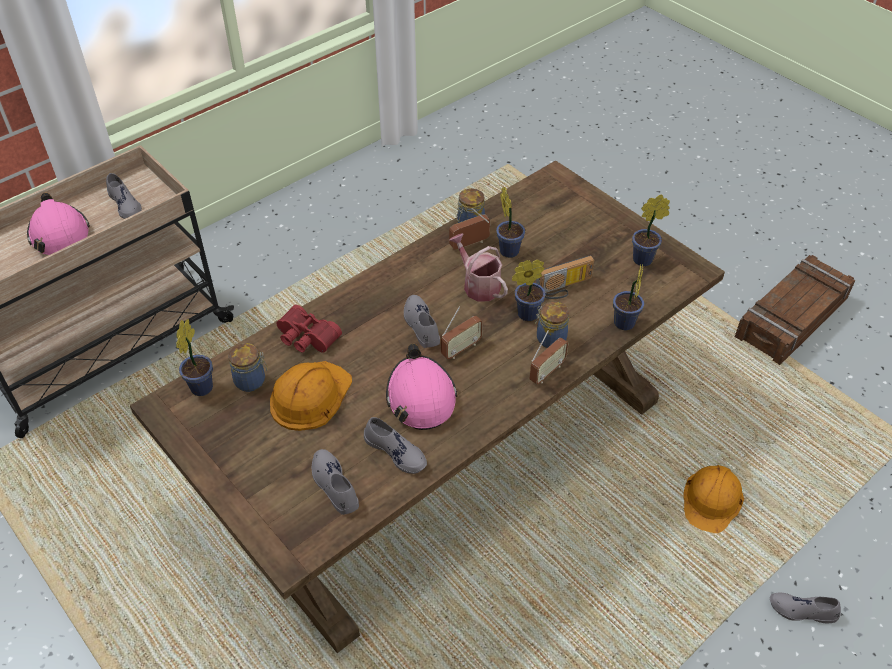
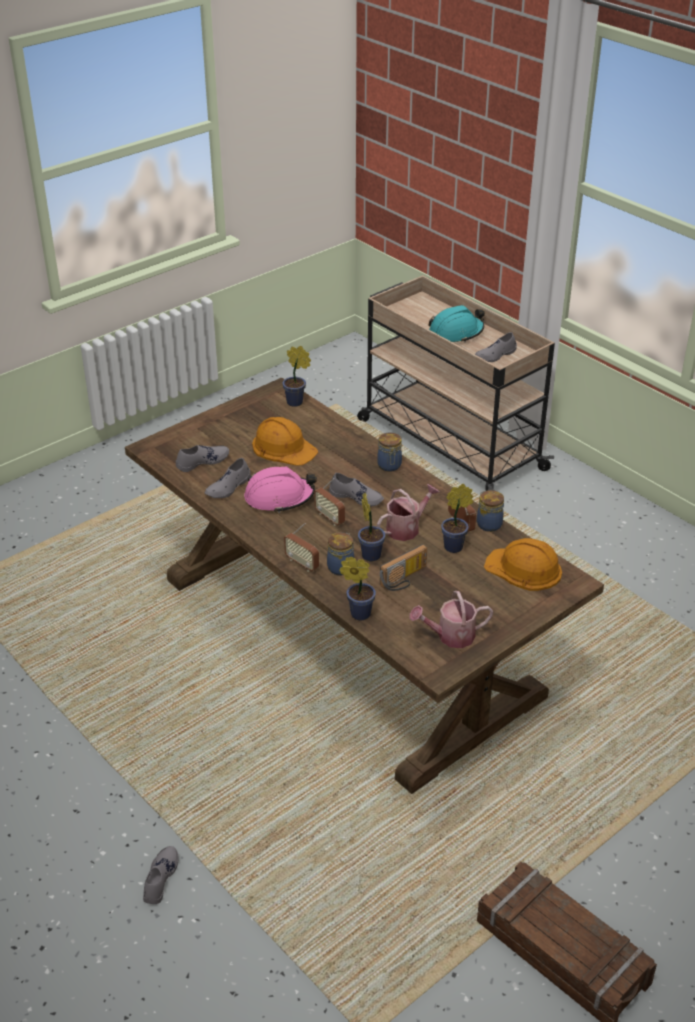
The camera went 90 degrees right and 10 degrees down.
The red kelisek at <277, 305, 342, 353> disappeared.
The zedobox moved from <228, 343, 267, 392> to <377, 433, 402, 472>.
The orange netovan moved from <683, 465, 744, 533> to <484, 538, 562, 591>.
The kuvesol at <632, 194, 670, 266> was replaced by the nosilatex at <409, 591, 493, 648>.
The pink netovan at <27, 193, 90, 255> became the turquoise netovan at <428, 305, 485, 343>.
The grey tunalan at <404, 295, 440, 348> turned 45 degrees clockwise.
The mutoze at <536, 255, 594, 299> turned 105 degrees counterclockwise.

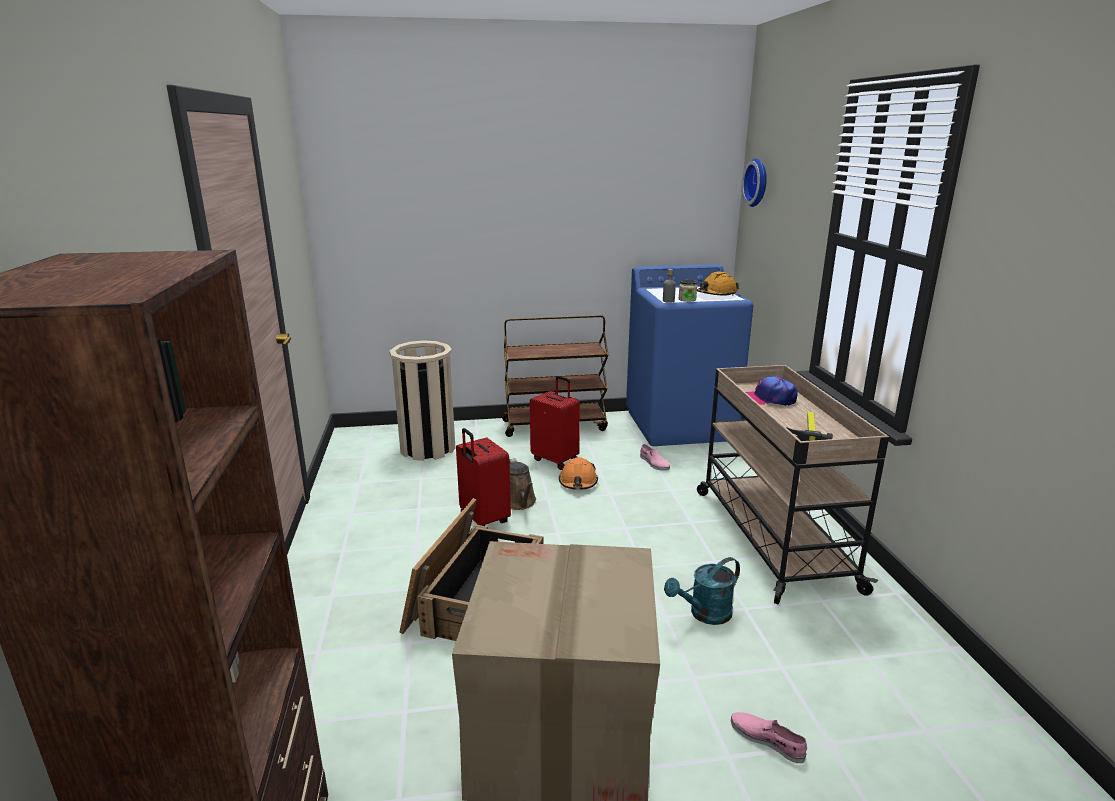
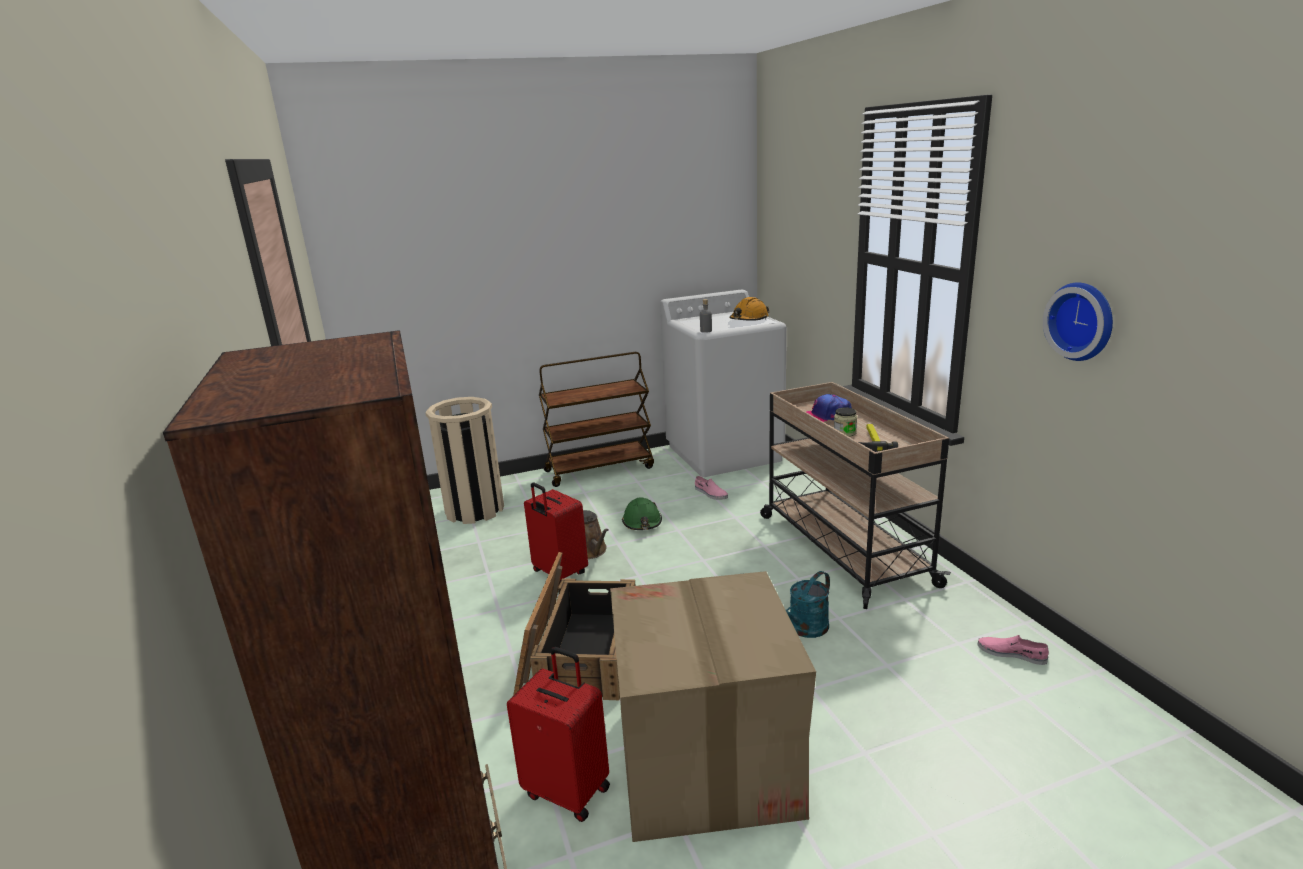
The camera went 10 degrees left and 0 degrees up.
The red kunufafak moved from <530, 376, 580, 470> to <507, 647, 610, 822>.
The zedobox moved from <678, 280, 697, 302> to <834, 407, 857, 437>.
The pink tunalan moved from <731, 712, 807, 763> to <978, 635, 1049, 665>.
The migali moved from <742, 158, 767, 207> to <1043, 282, 1113, 361>.
The orange netovan at <559, 457, 598, 490> became the green netovan at <622, 497, 662, 530>.
The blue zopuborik at <626, 264, 754, 446> became the white zopuborik at <660, 289, 787, 477>.

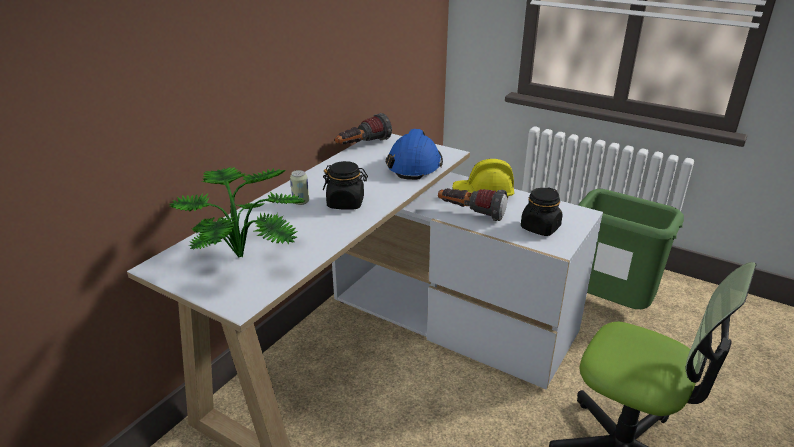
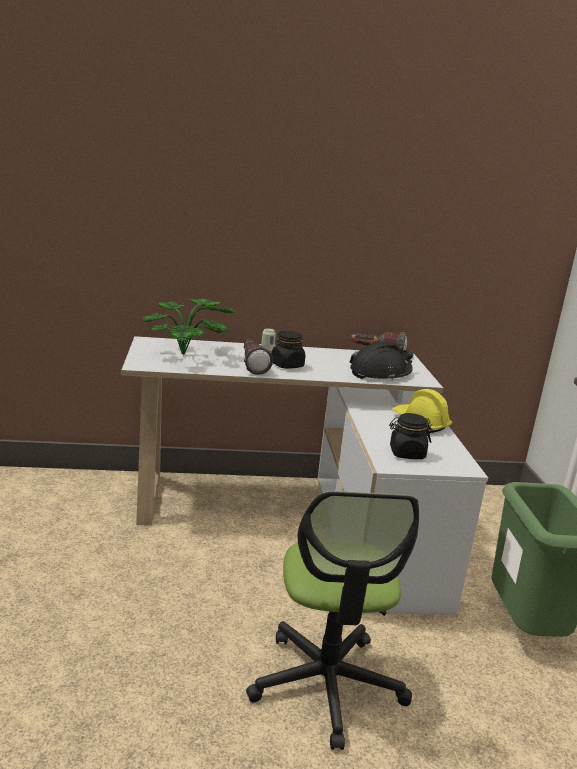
The camera went 50 degrees right and 10 degrees down.
The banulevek moved from <438, 188, 507, 221> to <244, 340, 273, 375>.
The blue netovan at <386, 129, 443, 180> became the black netovan at <350, 342, 413, 381>.

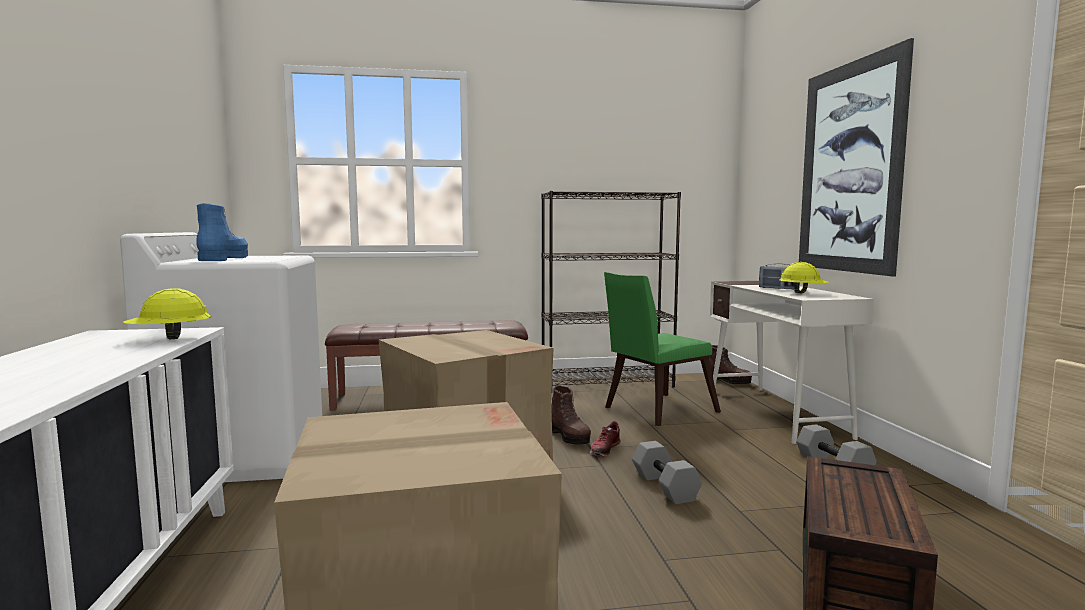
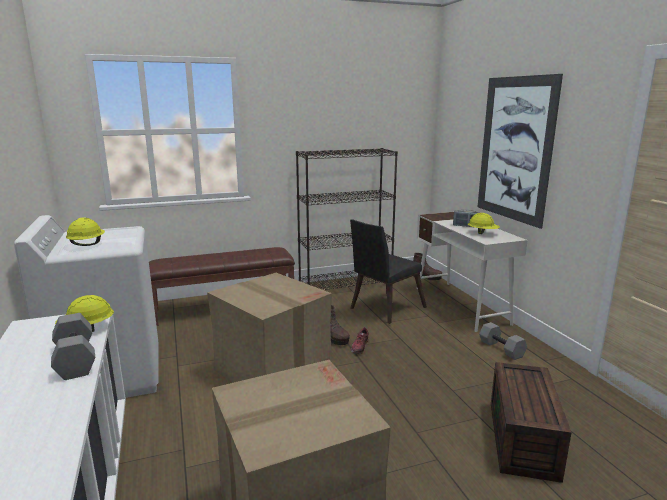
The camera went 10 degrees left and 10 degrees up.
The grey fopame moved from <632, 441, 702, 504> to <51, 313, 95, 380>.
The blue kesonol at <196, 203, 248, 261> was replaced by the yellow netovan at <66, 217, 105, 246>.
The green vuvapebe at <604, 272, 721, 426> became the black vuvapebe at <350, 219, 427, 324>.

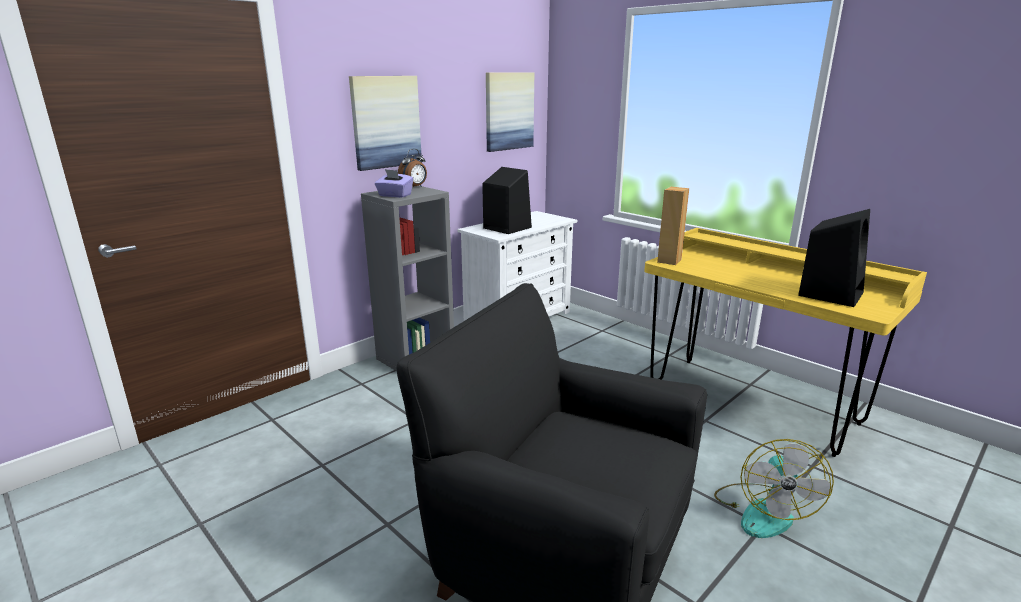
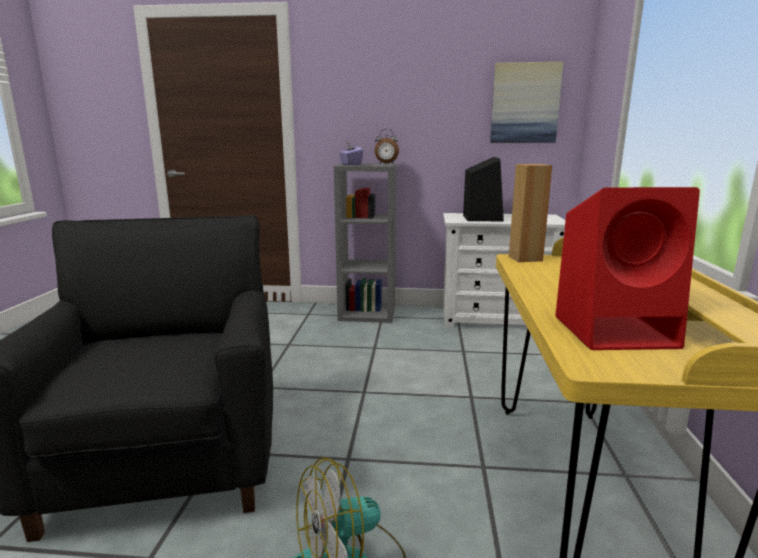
The camera went 50 degrees right and 5 degrees down.
The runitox at <349, 76, 422, 171> disappeared.
The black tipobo at <798, 209, 870, 307> became the red tipobo at <555, 187, 700, 350>.

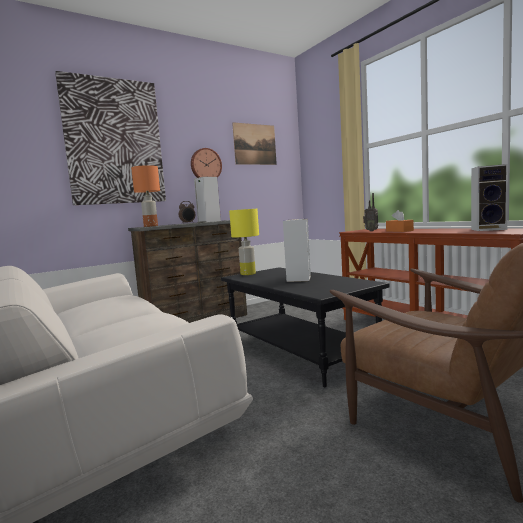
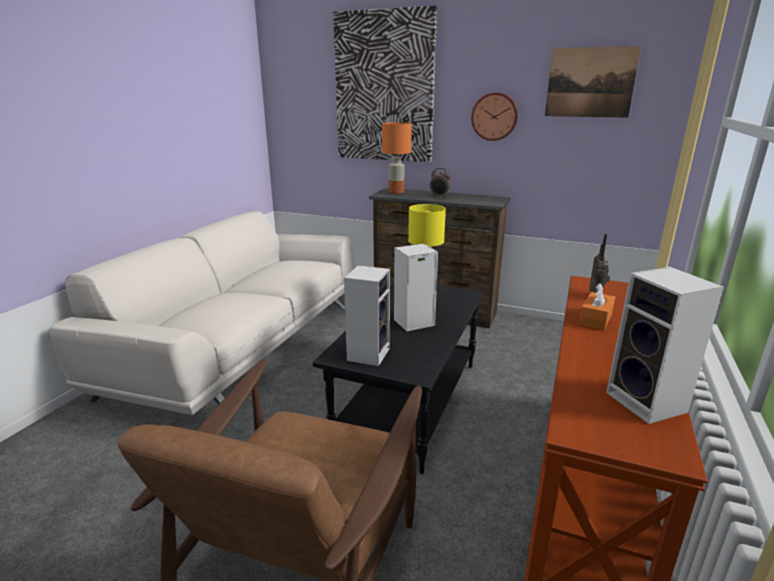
The camera went 55 degrees right and 15 degrees up.
The tipobo moved from <194, 177, 221, 222> to <344, 265, 390, 366>.

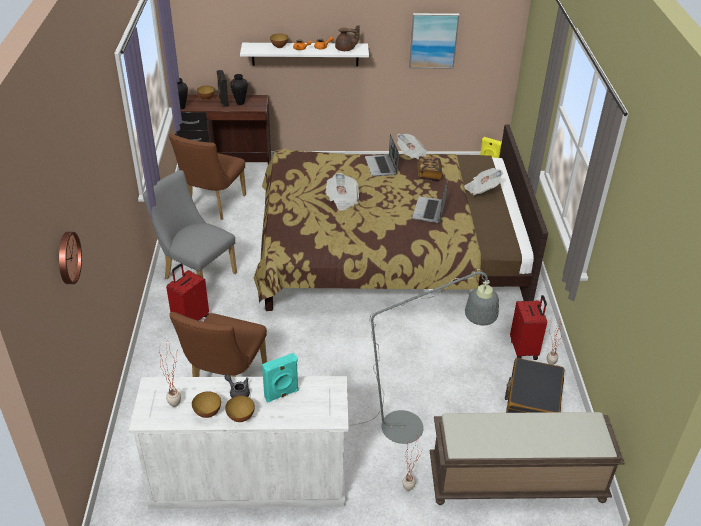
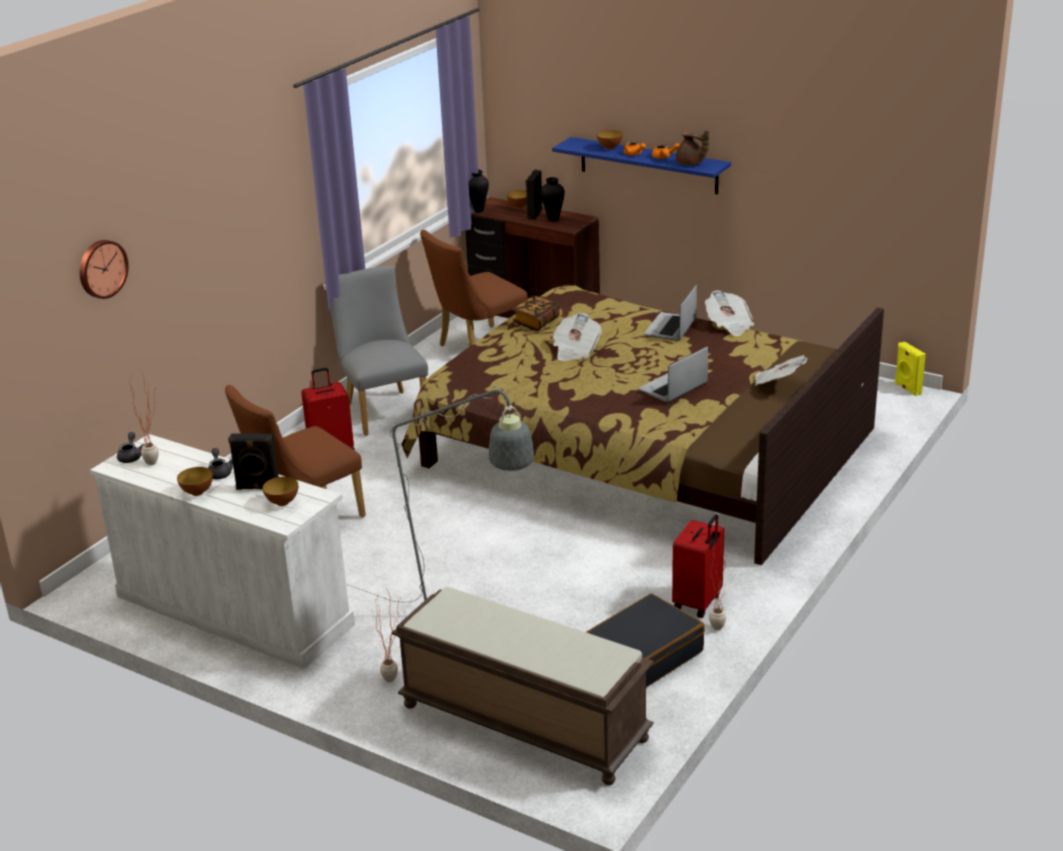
The camera went 35 degrees right and 10 degrees down.
The runitox at <409, 13, 459, 69> disappeared.
The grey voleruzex at <117, 432, 144, 463> appeared.
The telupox moved from <192, 391, 221, 418> to <262, 477, 298, 506>.
The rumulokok moved from <417, 156, 443, 181> to <513, 296, 560, 331>.
The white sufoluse at <240, 43, 369, 66> became the blue sufoluse at <552, 137, 731, 194>.
The turquoise tipobo at <262, 353, 299, 403> became the black tipobo at <228, 433, 279, 490>.

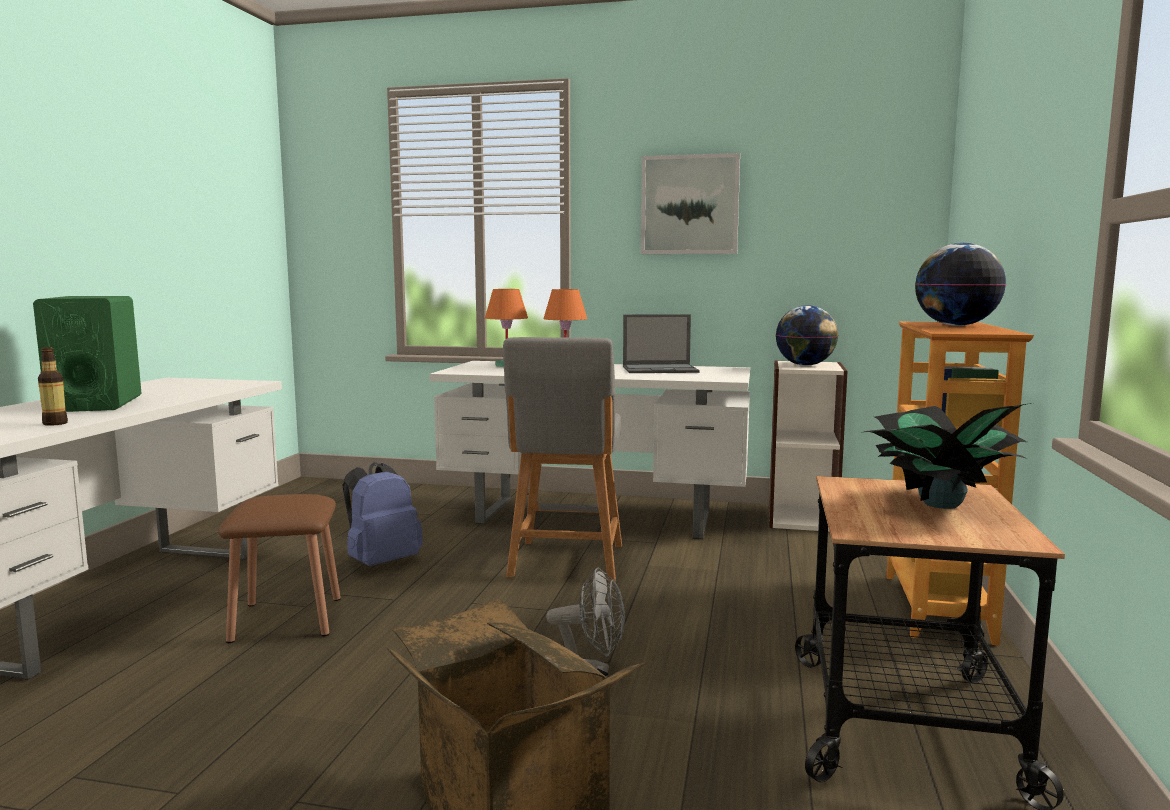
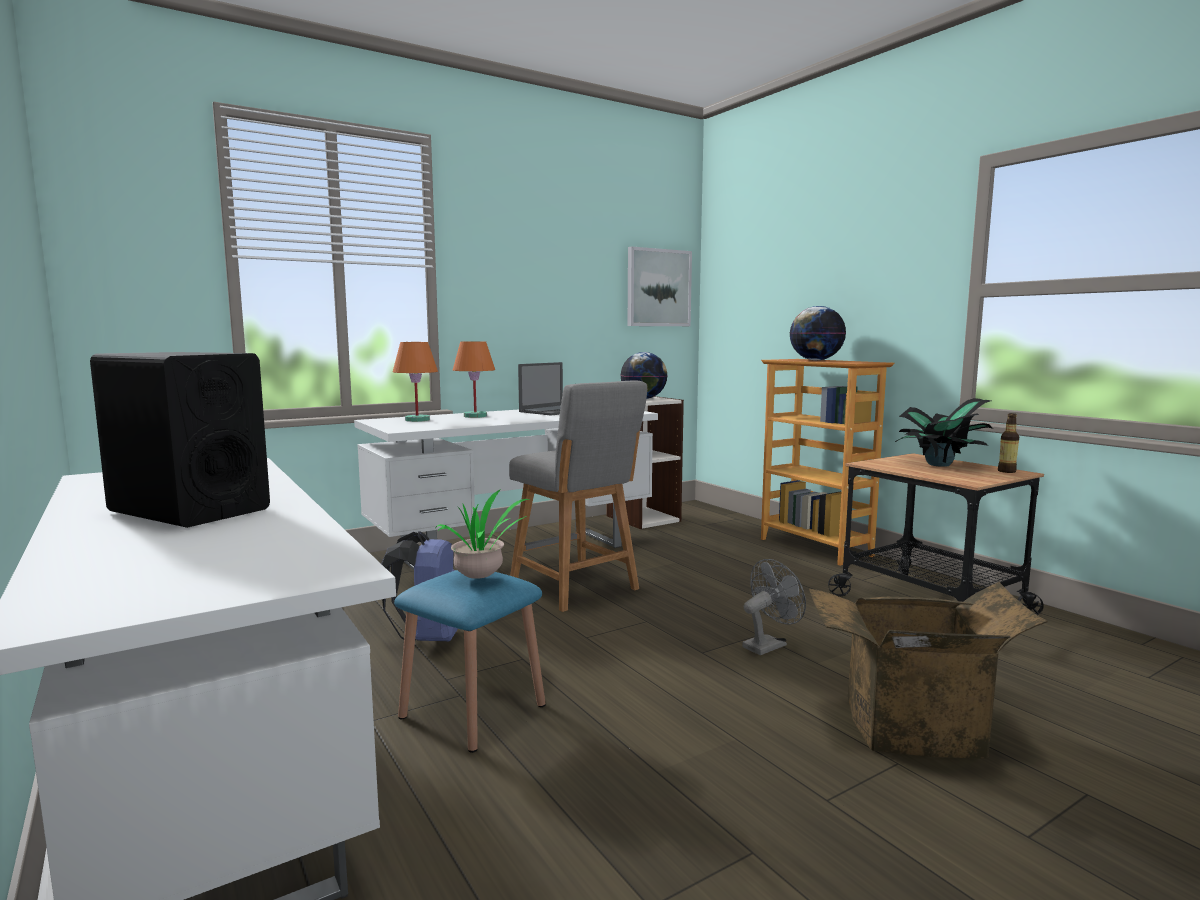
The camera went 45 degrees left and 0 degrees up.
The kuvesol at <436, 488, 530, 579> appeared.
The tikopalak moved from <38, 347, 68, 426> to <998, 413, 1019, 473>.
The runitox moved from <641, 153, 740, 254> to <628, 246, 692, 326>.
The green tipobo at <33, 296, 141, 412> became the black tipobo at <90, 352, 270, 528>.
The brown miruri at <219, 494, 341, 643> became the blue miruri at <394, 570, 545, 753>.

